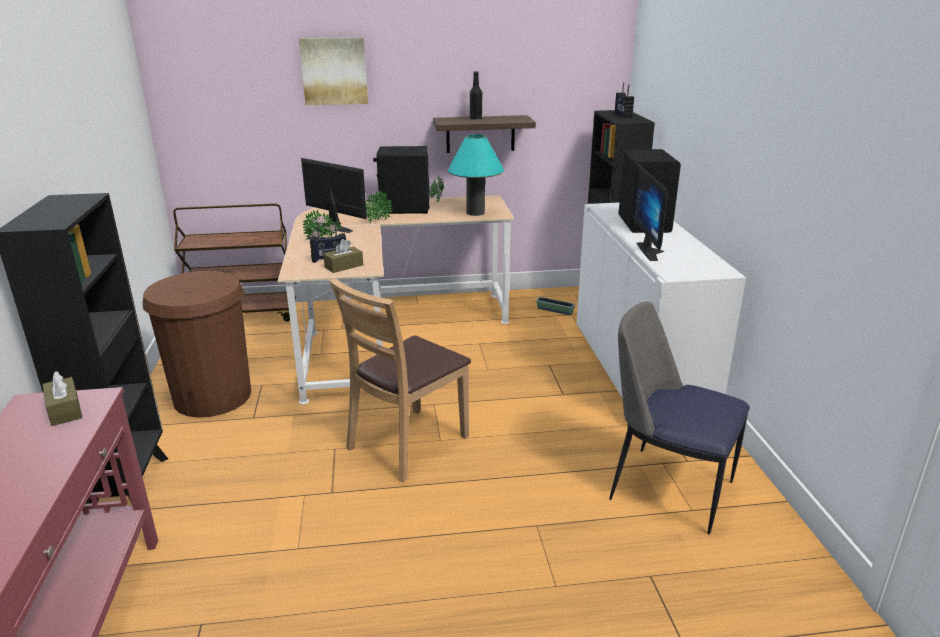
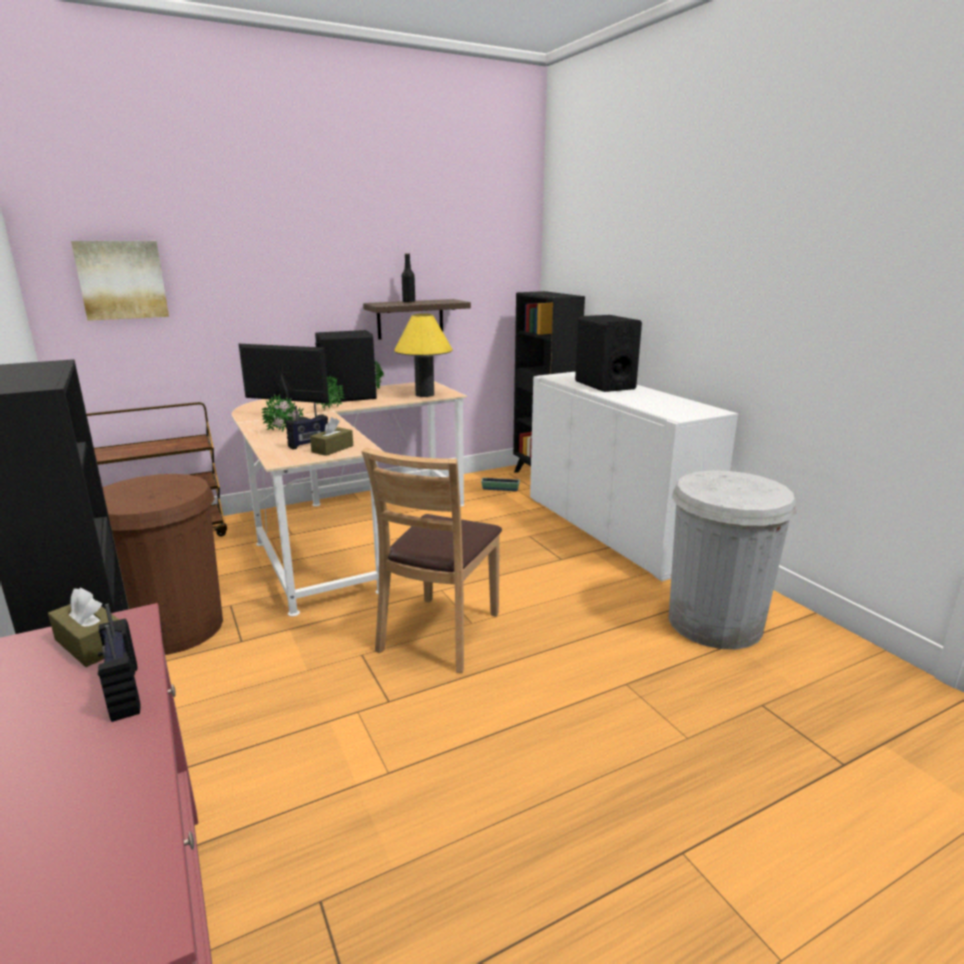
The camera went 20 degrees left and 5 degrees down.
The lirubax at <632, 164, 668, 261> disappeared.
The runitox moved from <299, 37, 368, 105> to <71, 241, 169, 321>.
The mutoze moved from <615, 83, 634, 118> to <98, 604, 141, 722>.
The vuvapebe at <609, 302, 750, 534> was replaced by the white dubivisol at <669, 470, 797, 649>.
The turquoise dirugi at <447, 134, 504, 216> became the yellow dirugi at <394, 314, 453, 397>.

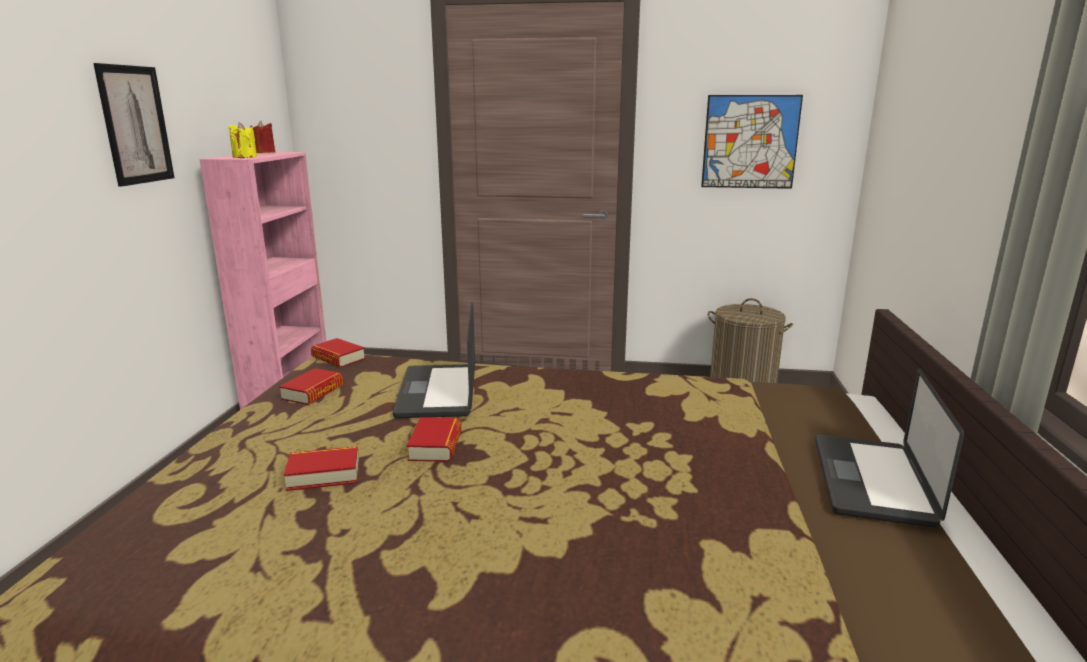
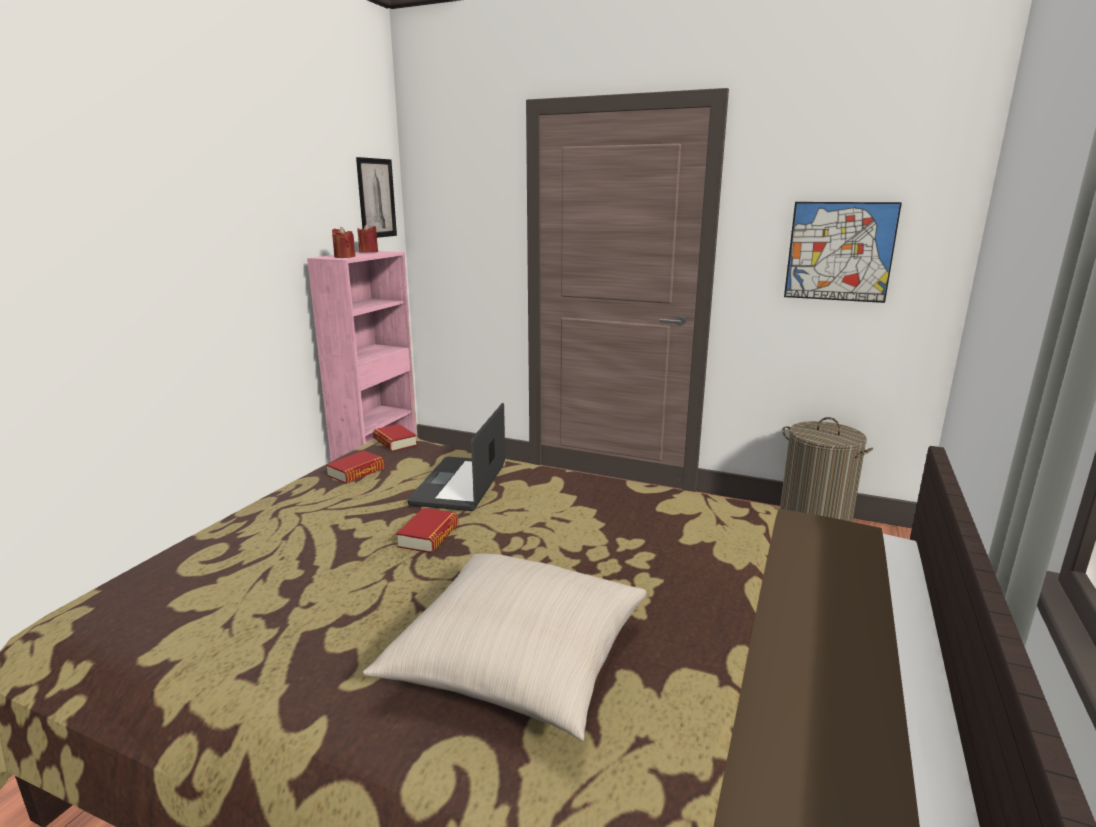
The camera went 15 degrees right and 0 degrees up.
The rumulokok at <284, 446, 359, 491> disappeared.
The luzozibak at <815, 368, 964, 528> disappeared.
The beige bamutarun at <363, 554, 646, 741> appeared.
The runitox moved from <93, 63, 174, 187> to <356, 157, 397, 238>.
The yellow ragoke at <228, 122, 257, 158> became the red ragoke at <332, 227, 355, 258>.

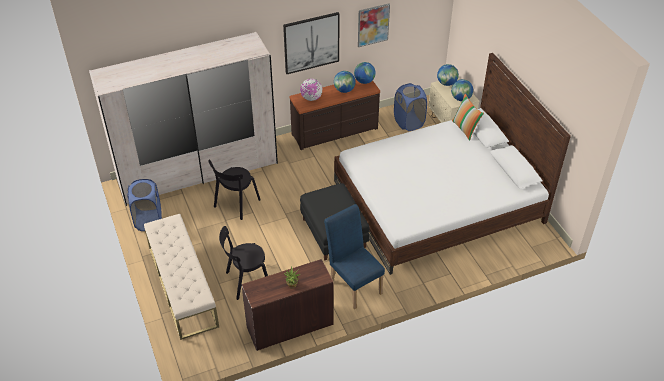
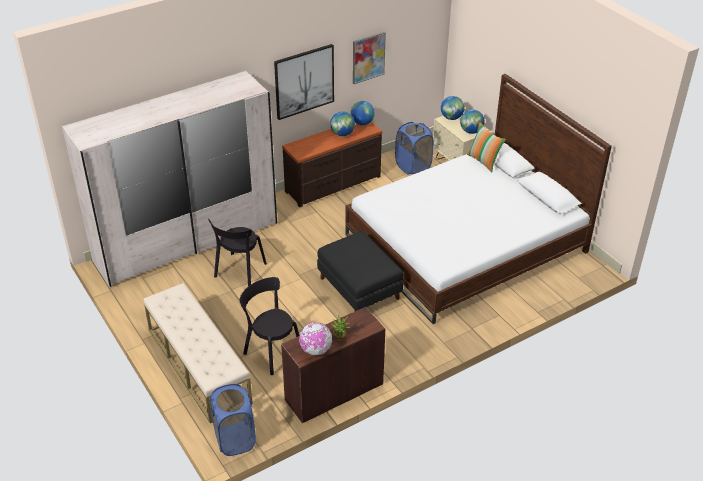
The camera went 10 degrees left and 5 degrees down.
The blue vuvapebe at <324, 204, 385, 309> disappeared.
The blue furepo moved from <127, 179, 162, 231> to <210, 384, 256, 456>.
The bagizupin moved from <300, 79, 322, 101> to <299, 322, 332, 356>.
The black vuvapebe at <219, 226, 268, 300> turned 75 degrees clockwise.

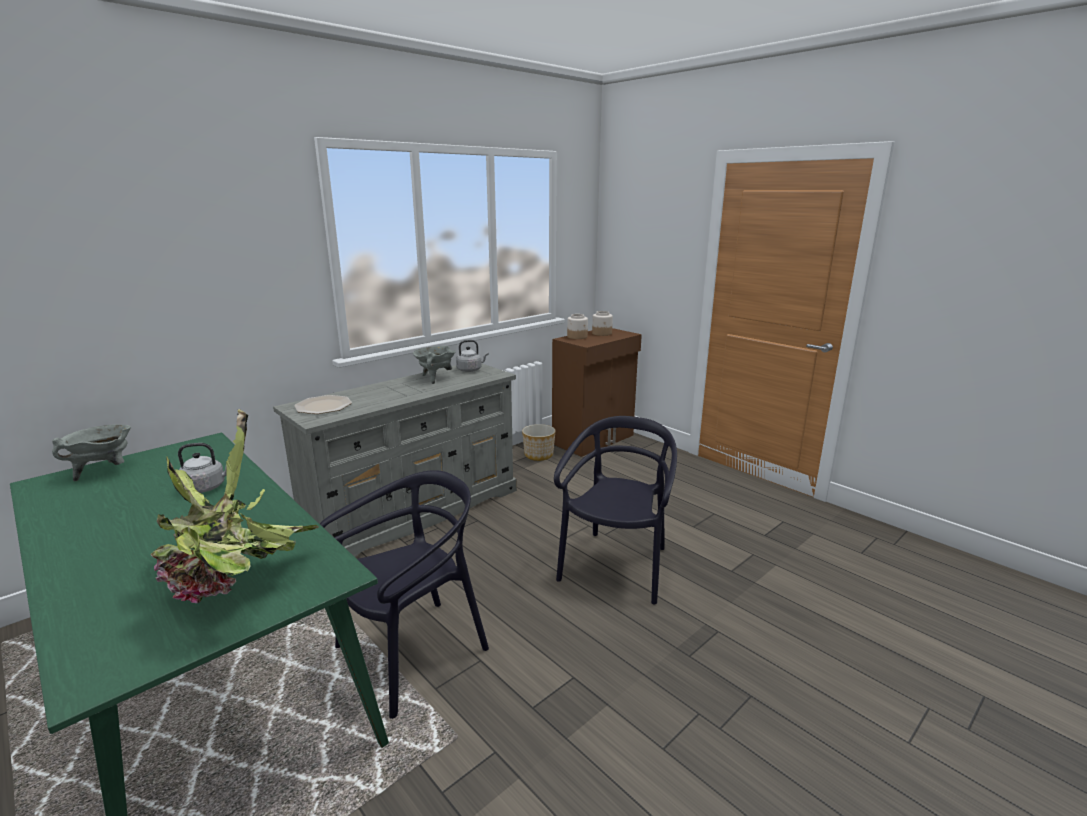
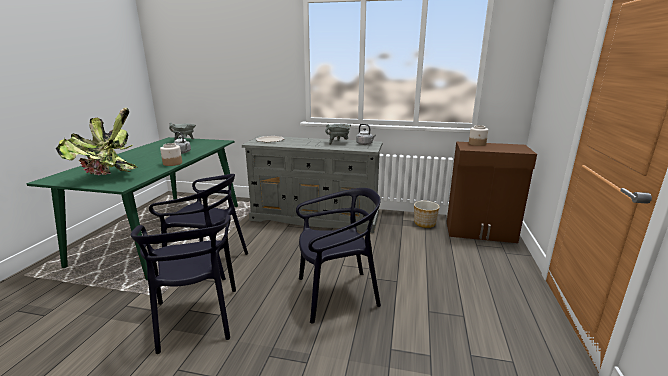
The camera went 55 degrees right and 0 degrees up.
The black vuvapebe at <130, 215, 236, 354> appeared.
The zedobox moved from <592, 311, 613, 336> to <160, 143, 182, 166>.

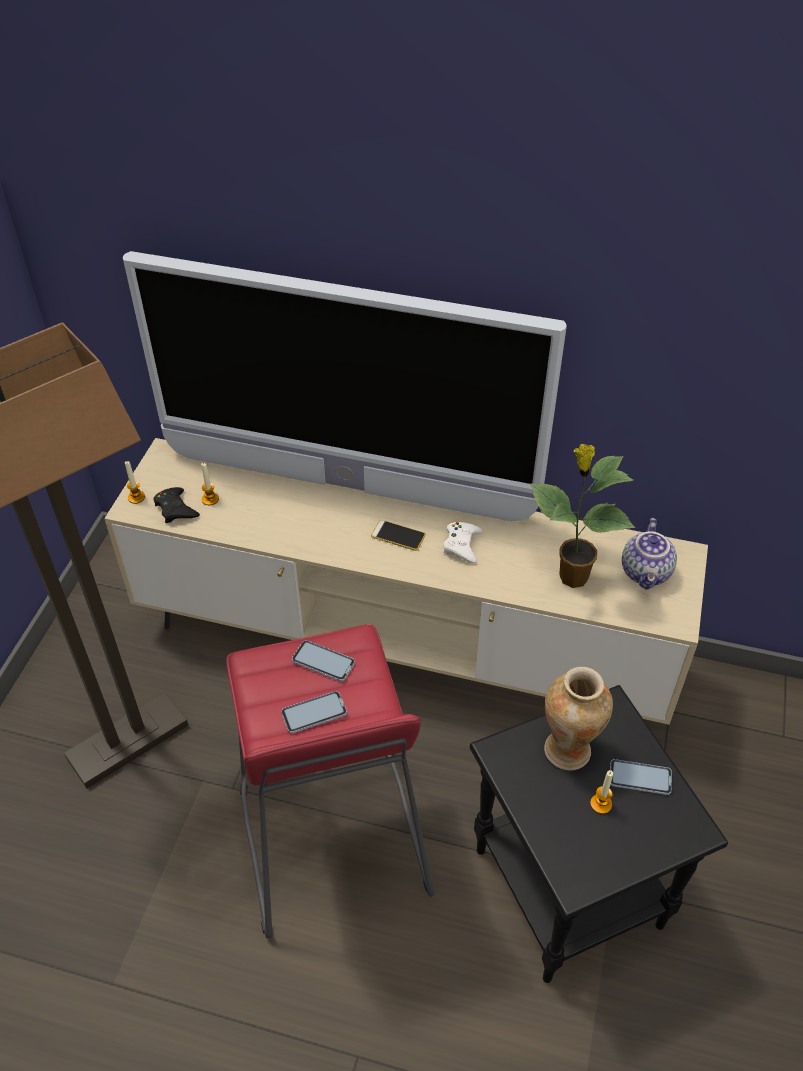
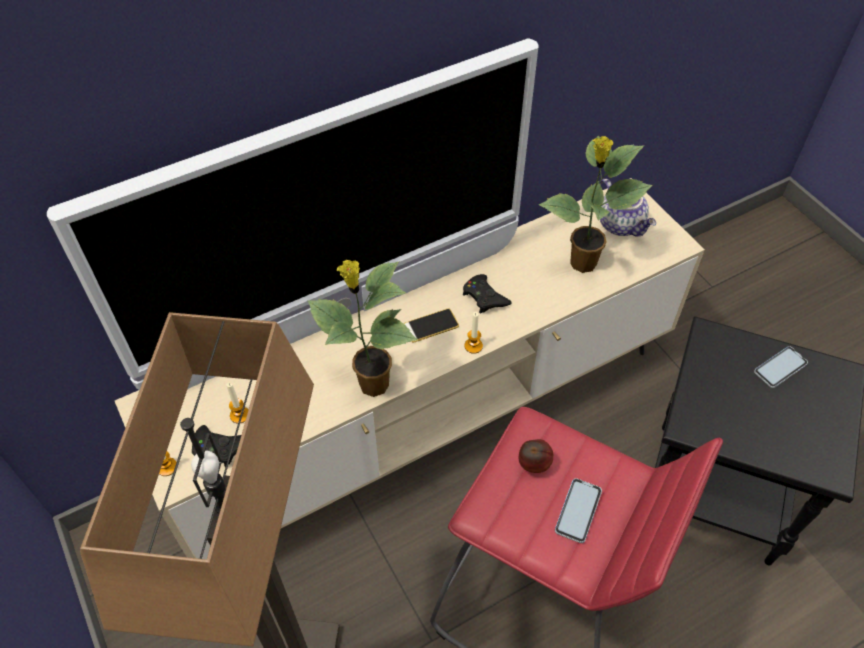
The camera went 45 degrees left and 5 degrees up.
The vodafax at <544, 666, 613, 770> disappeared.
The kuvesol at <307, 260, 418, 397> appeared.
The ragoke moved from <590, 770, 613, 814> to <464, 312, 483, 354>.
The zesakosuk at <292, 640, 355, 682> was replaced by the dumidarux at <519, 439, 553, 473>.
The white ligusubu at <443, 522, 483, 564> became the black ligusubu at <463, 274, 512, 313>.

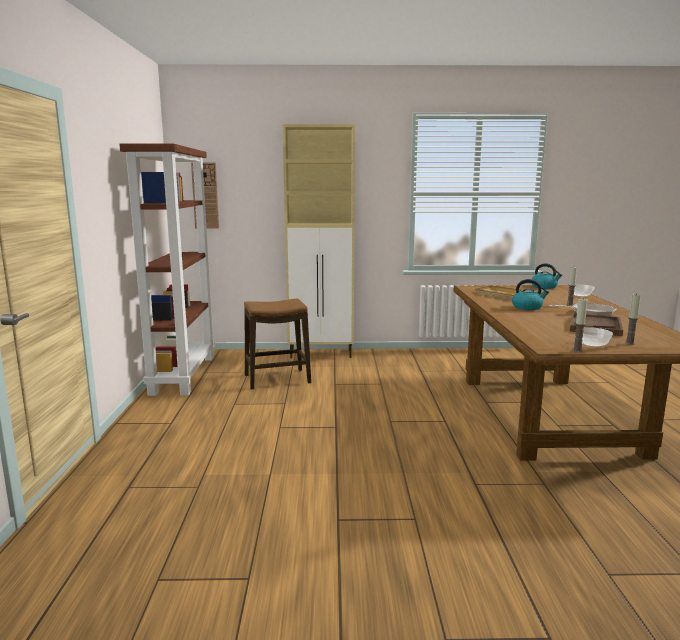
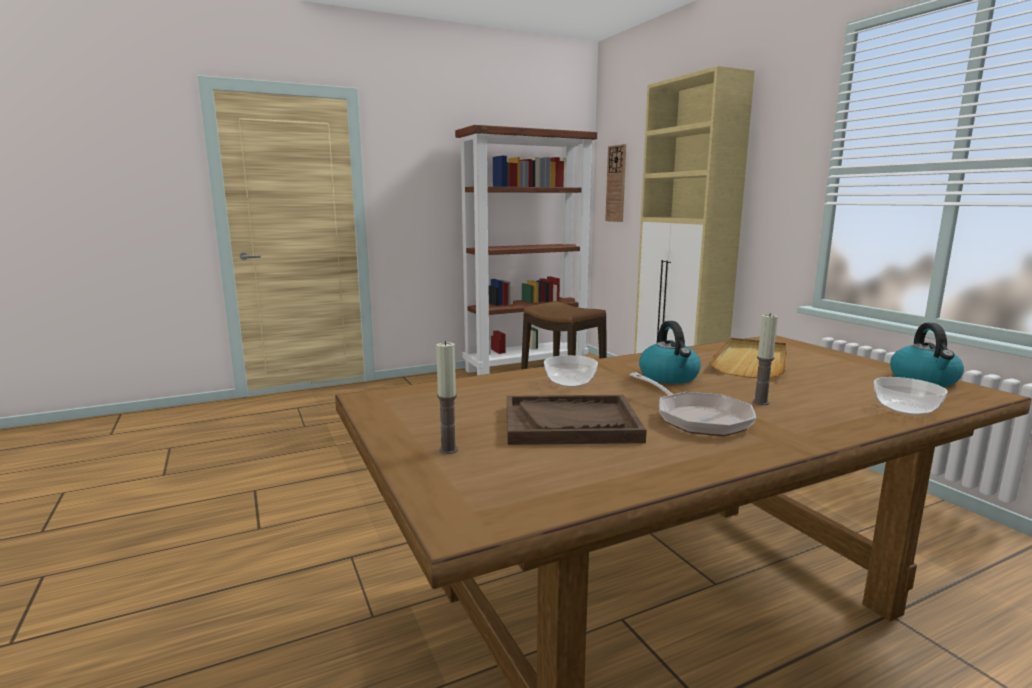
The camera went 65 degrees right and 0 degrees up.
The ragoke at <573, 299, 588, 352> disappeared.
The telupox moved from <582, 327, 613, 347> to <544, 355, 598, 387>.

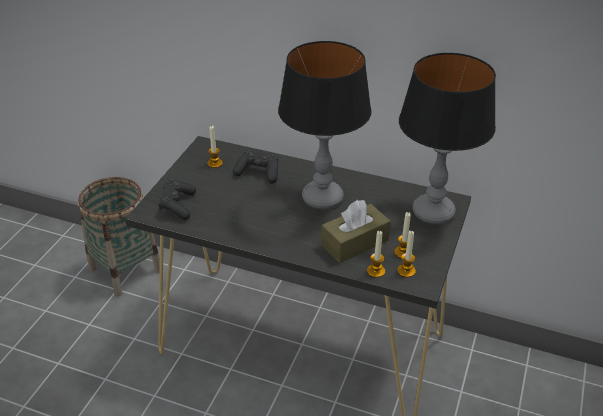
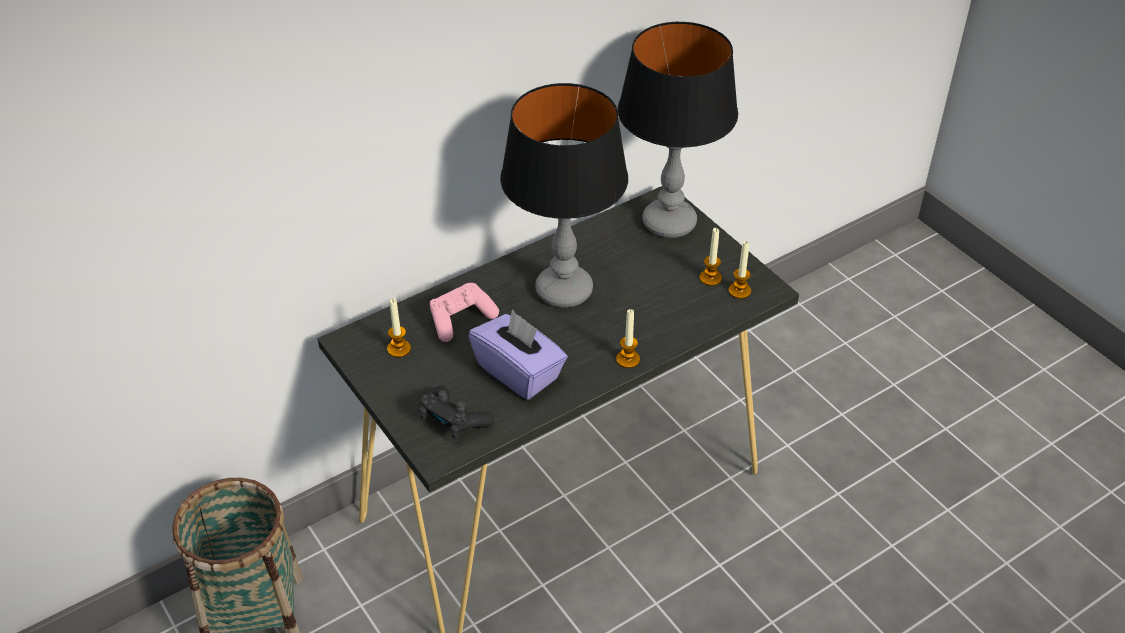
The camera went 55 degrees left and 5 degrees up.
The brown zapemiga at <321, 200, 391, 263> disappeared.
The purple zapemiga at <468, 309, 567, 400> appeared.
The ragoke moved from <367, 231, 385, 278> to <616, 309, 640, 368>.
The black ligusubu at <233, 150, 278, 184> became the pink ligusubu at <430, 283, 499, 342>.

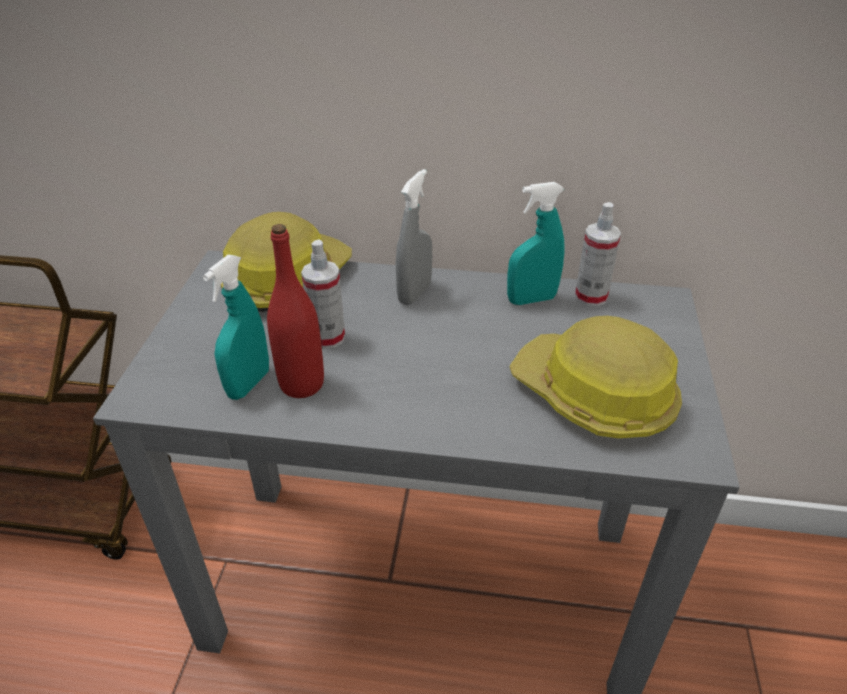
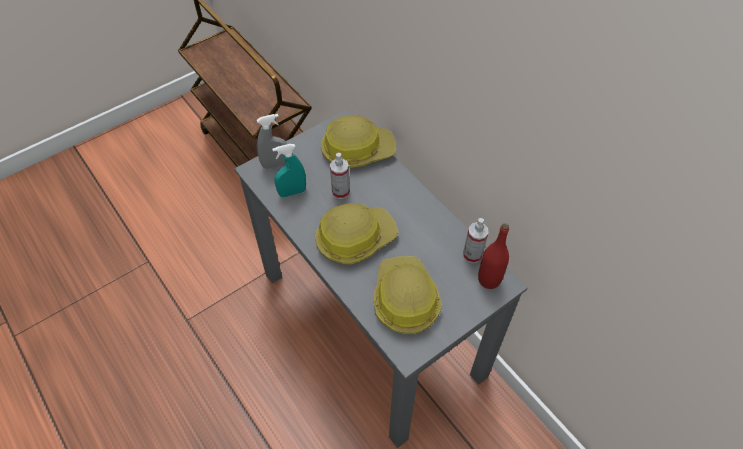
The camera went 45 degrees right and 15 degrees up.
The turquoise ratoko at <507, 182, 565, 305> disappeared.
The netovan at <315, 203, 398, 264> appeared.
The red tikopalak moved from <267, 224, 324, 398> to <478, 224, 509, 289>.
The grey ratoko moved from <396, 169, 432, 305> to <257, 114, 287, 169>.

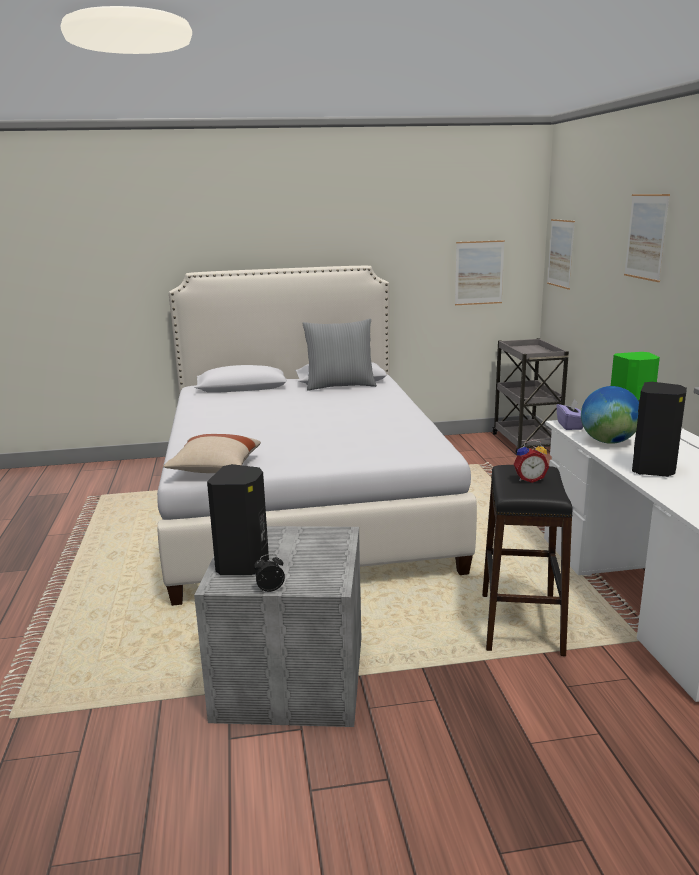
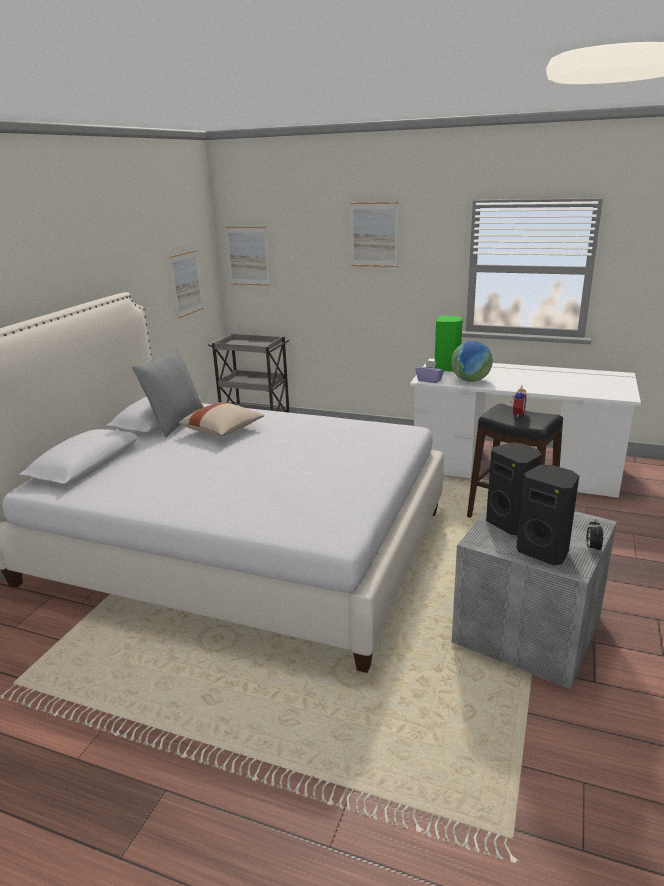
The camera went 60 degrees left and 5 degrees up.
The beige bamutarun moved from <163, 434, 261, 473> to <179, 402, 264, 436>.
The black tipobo moved from <632, 382, 687, 477> to <486, 442, 542, 535>.

